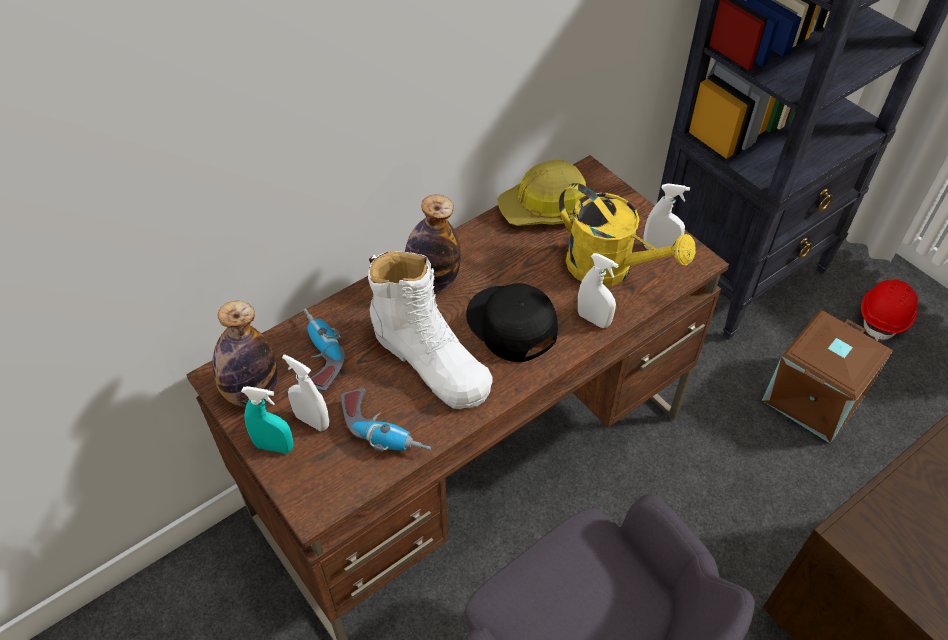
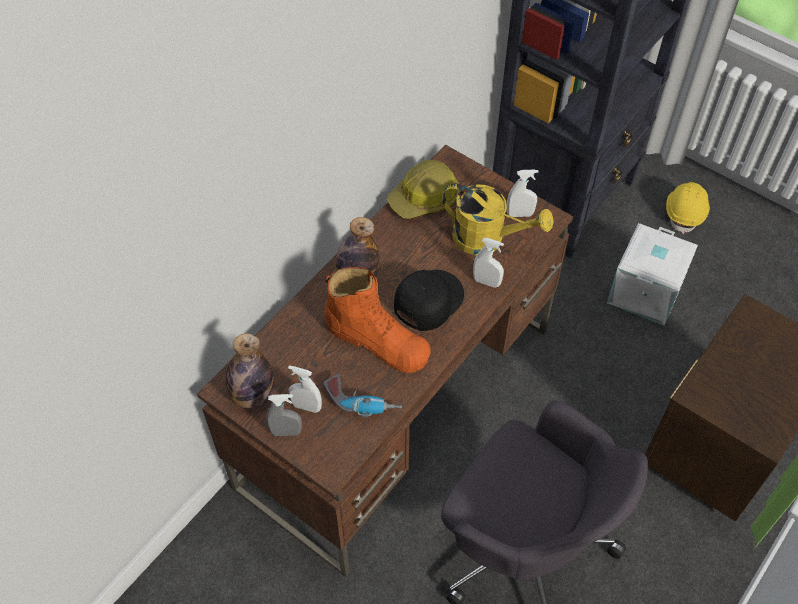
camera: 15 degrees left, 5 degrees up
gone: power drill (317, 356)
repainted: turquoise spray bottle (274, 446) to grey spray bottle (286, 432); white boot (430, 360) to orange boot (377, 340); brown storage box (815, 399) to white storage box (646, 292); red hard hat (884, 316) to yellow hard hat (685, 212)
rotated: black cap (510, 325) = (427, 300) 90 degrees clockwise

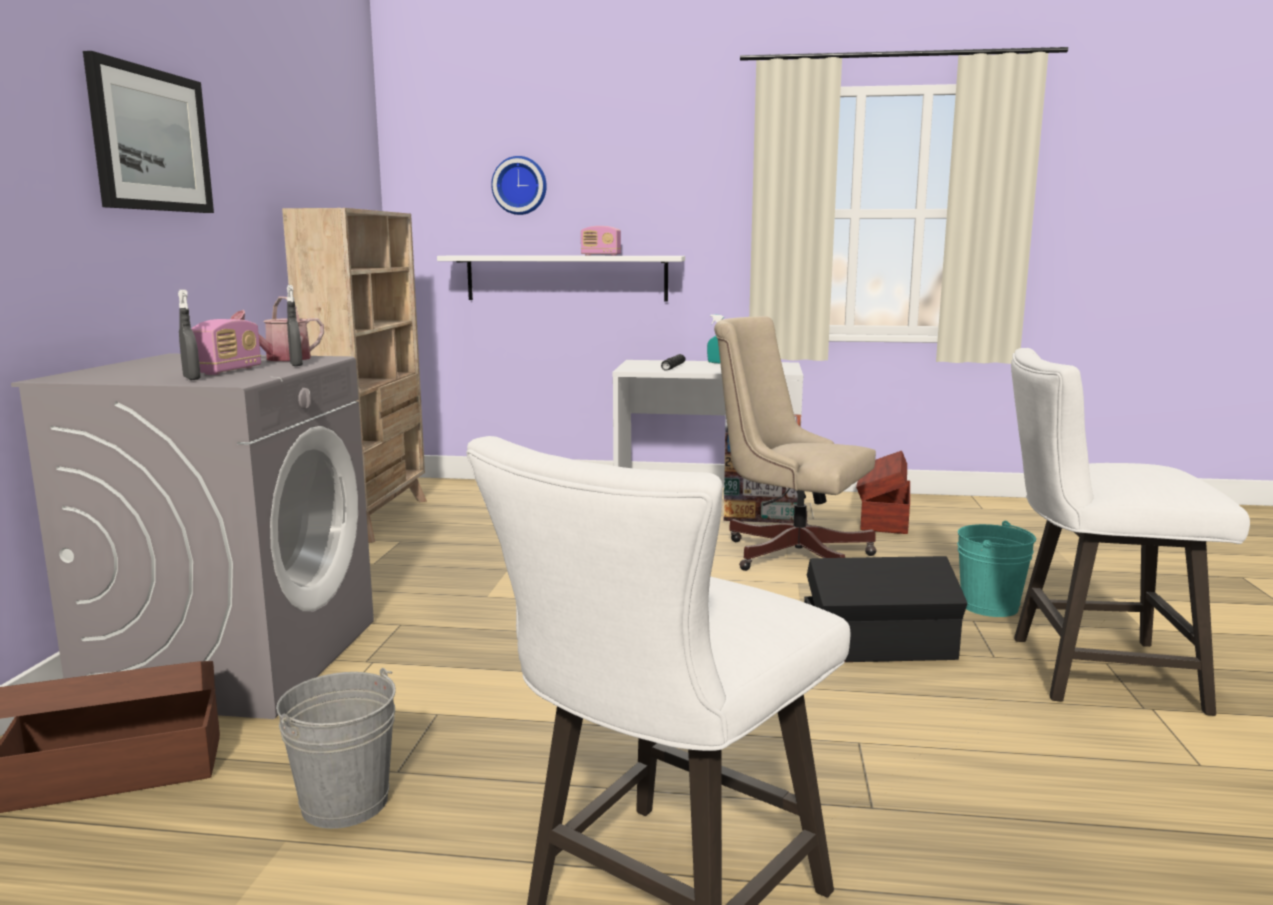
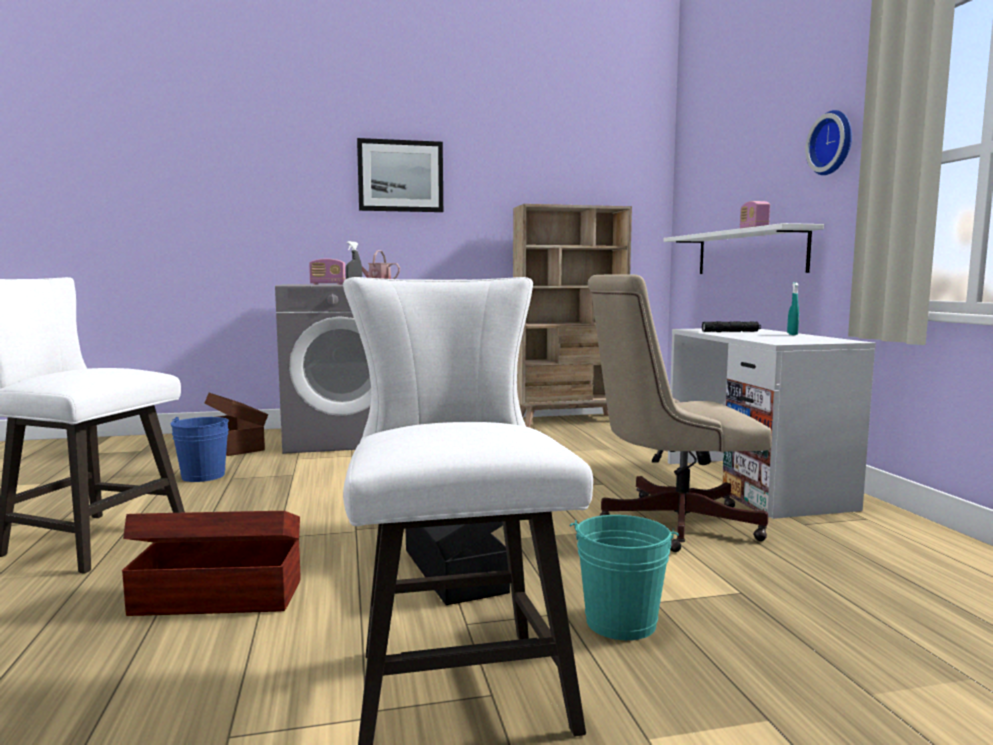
camera: 70 degrees right, 5 degrees down
gone: grey spray bottle (192, 379)
shifted: wall clock (520, 185) to (833, 143); brown storage box (883, 518) to (217, 596)
repainted: grey bucket (344, 803) to blue bucket (203, 476)
rotated: beige office chair (788, 553) = (668, 522) 105 degrees counterclockwise

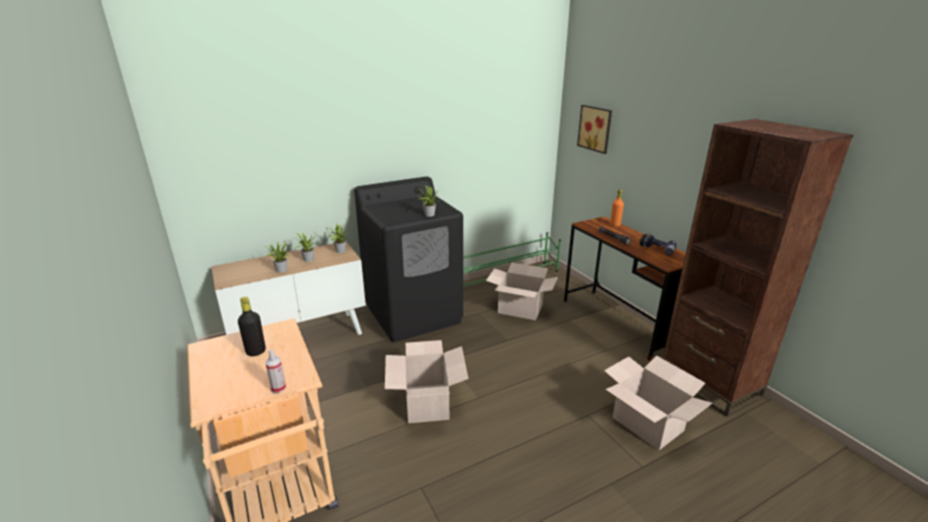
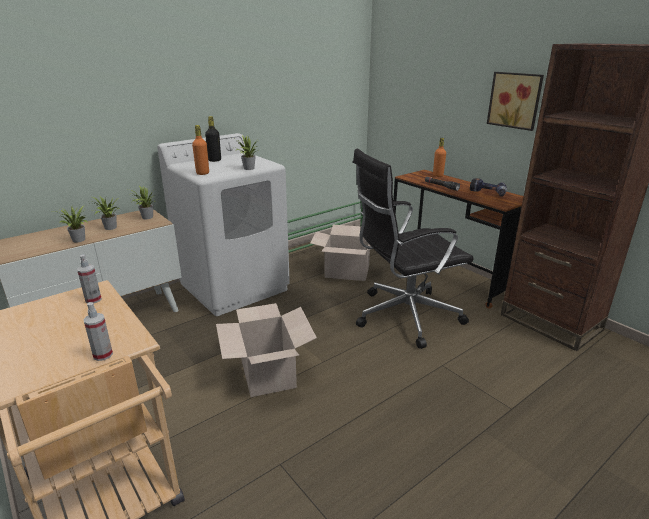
camera: 10 degrees left, 0 degrees up
gone: cardboard box (648, 424)
new: spray bottle (93, 300); orange bottle (202, 173); black office chair (404, 316)
shifted: black bottle (256, 351) to (215, 160); picture (596, 128) to (515, 100)
repainted: black washing machine (414, 314) to white washing machine (234, 286)

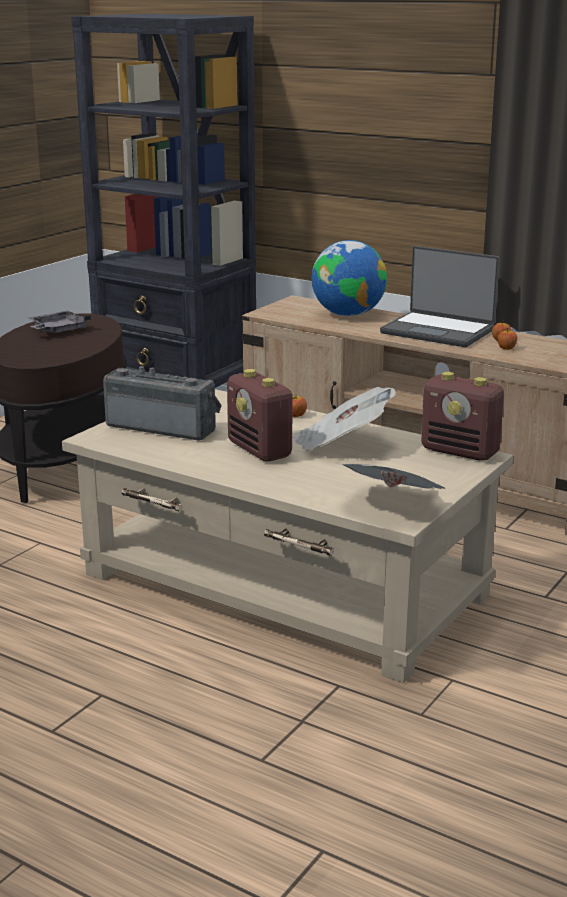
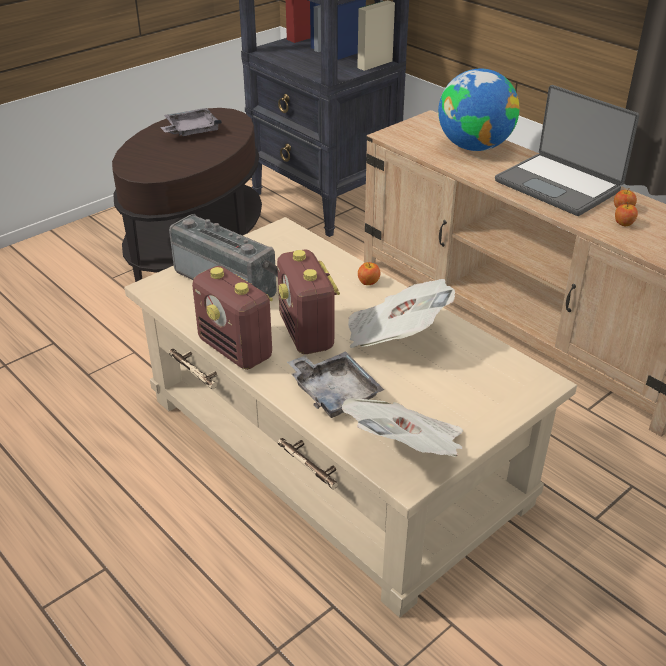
camera: 15 degrees right, 15 degrees up
new: grey tray (334, 392)
shifted: radio (460, 452) to (236, 350)

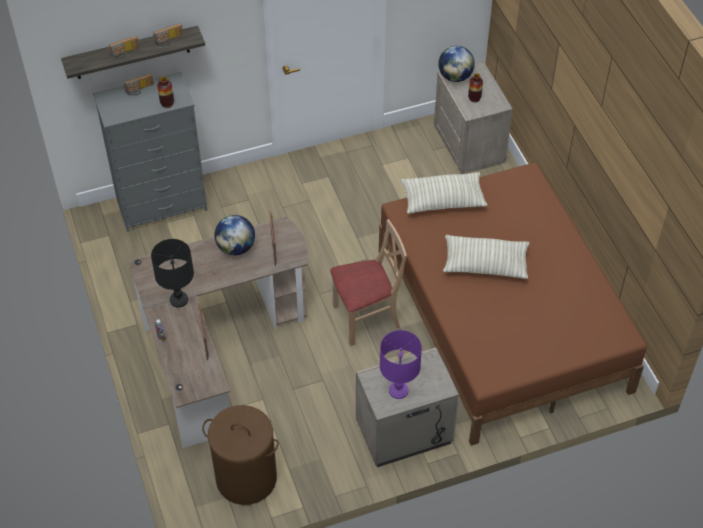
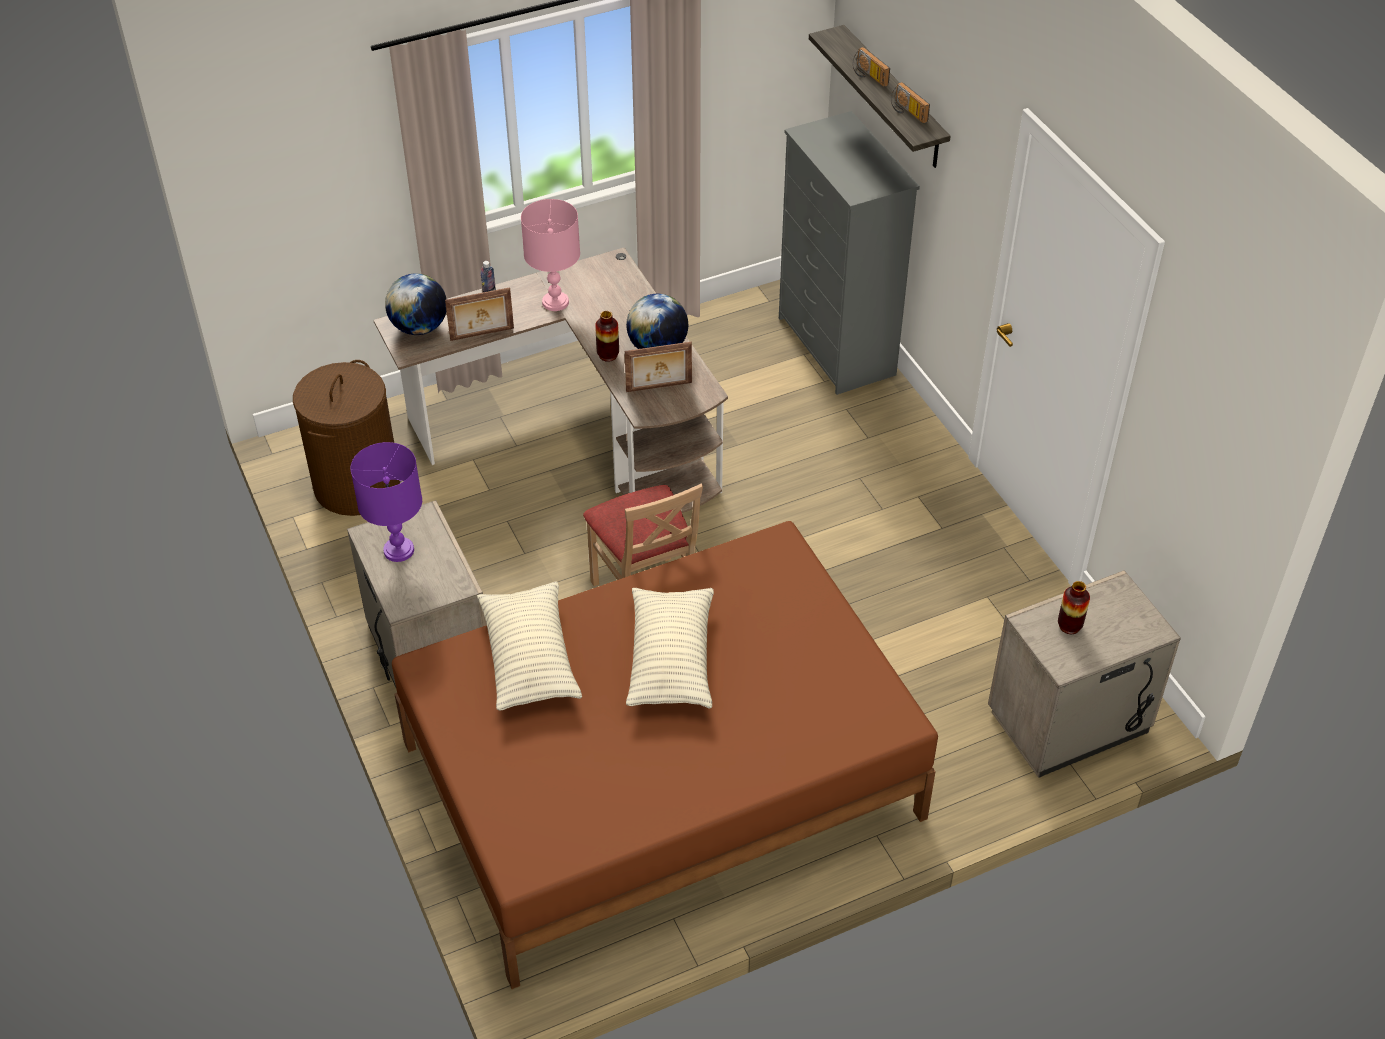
camera: 85 degrees right, 5 degrees down
gone: radio (140, 90)
shifted: vase (167, 103) to (608, 355); pillow (442, 200) to (529, 658); globe (455, 77) to (419, 327)
repainted: black table lamp (178, 300) to pink table lamp (555, 302)

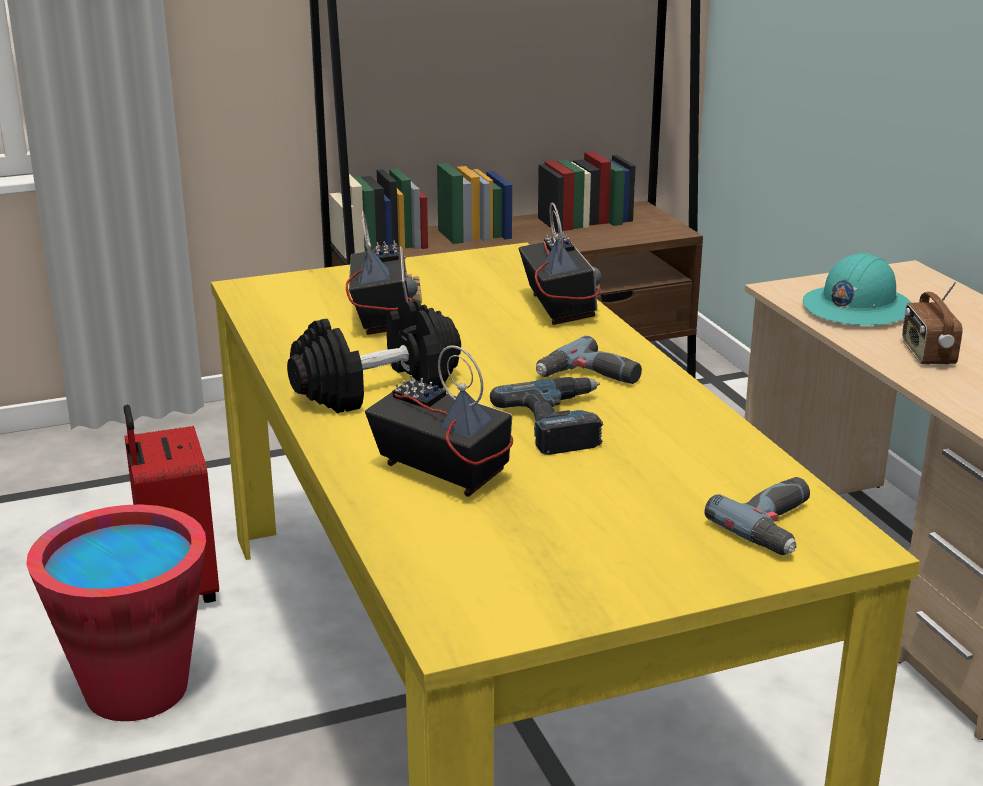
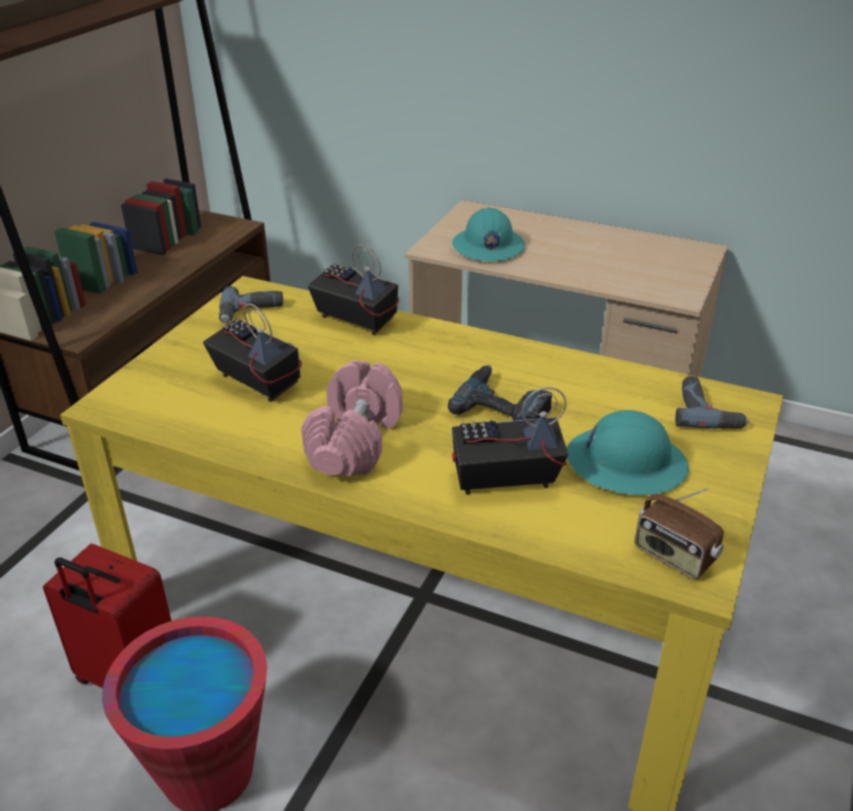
camera: 45 degrees left, 10 degrees up
new: turquoise hard hat (626, 463)
shifted: power drill (589, 377) to (251, 312); radio (926, 354) to (673, 556)
repainted: black dumbbell (377, 388) to pink dumbbell (354, 440)

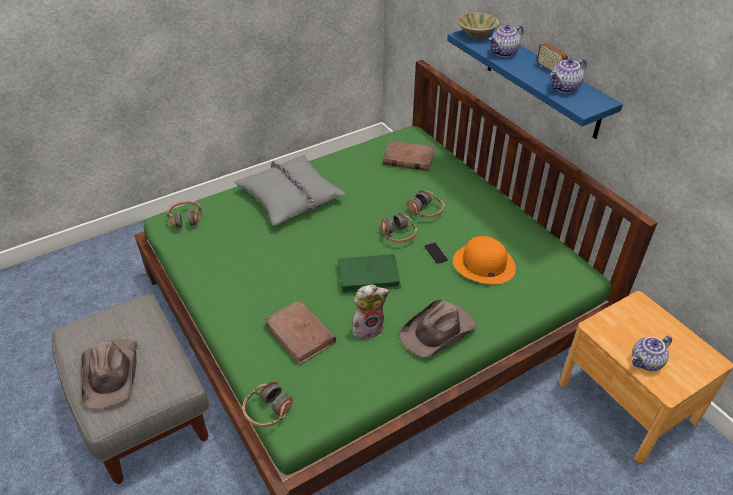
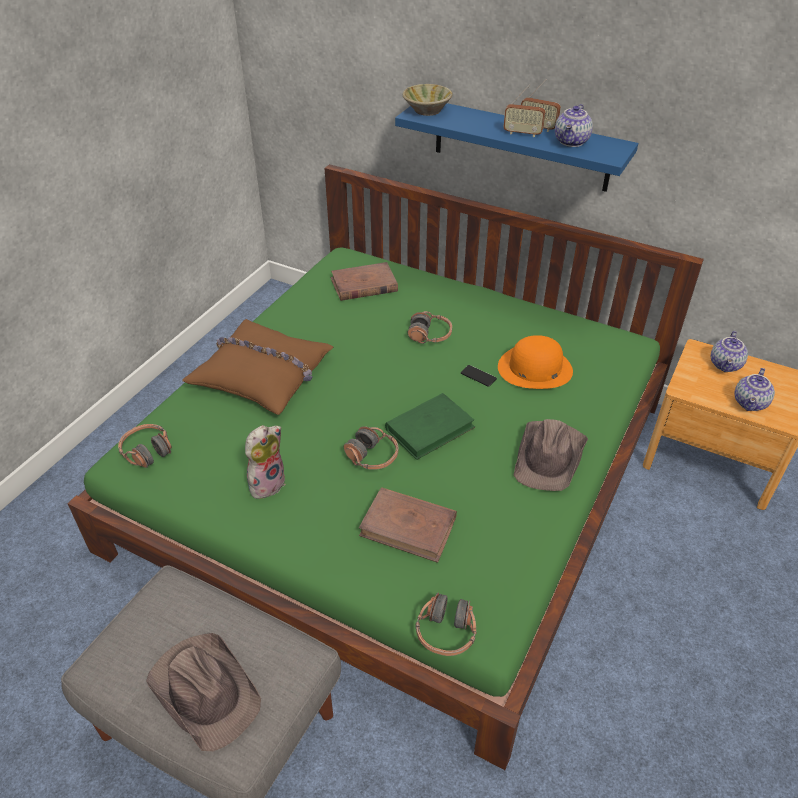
camera: 30 degrees left, 0 degrees up
new: radio (522, 133)
shifted: plush toy (368, 328) to (267, 483); headphones (398, 235) to (372, 456); teapot (504, 53) to (726, 365)
repainted: grey pillow (291, 197) to brown pillow (263, 375)

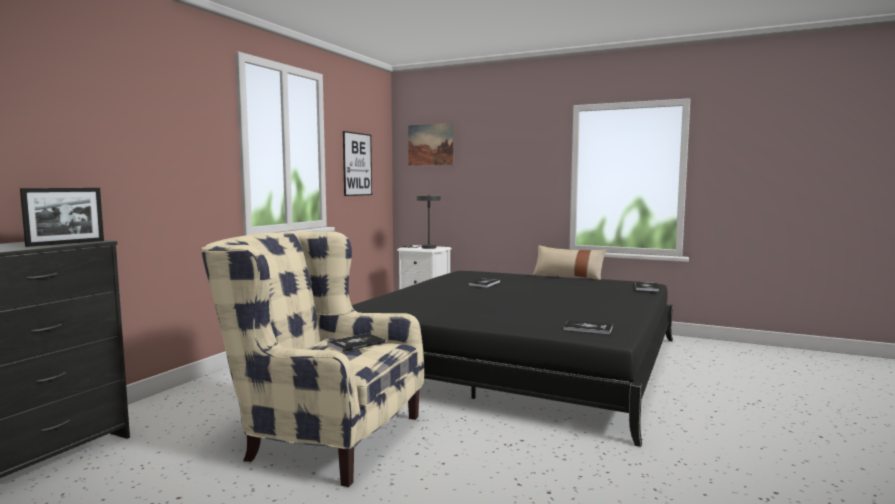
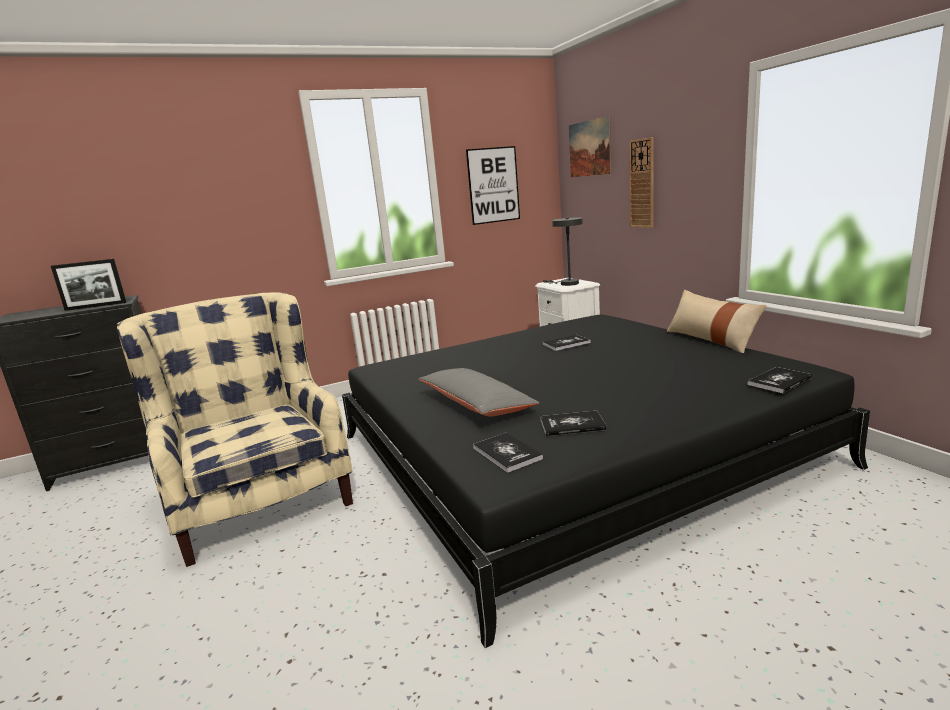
camera: 40 degrees right, 10 degrees up
new: grey pillow (476, 404); wall clock (642, 184)
shifted: book (356, 344) to (572, 425)

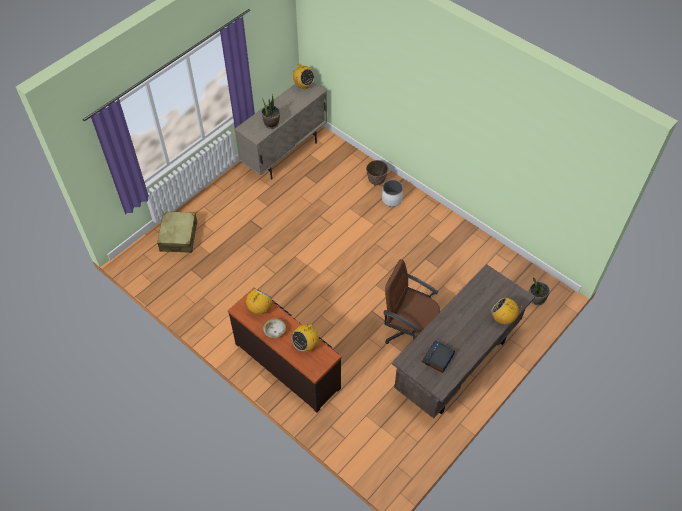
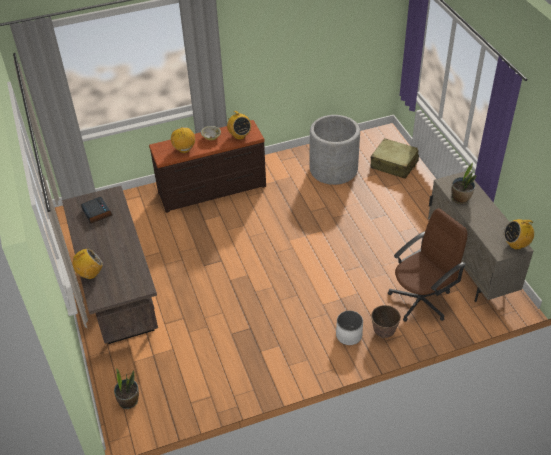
camera: 120 degrees right, 10 degrees down
new: grey planter (333, 169)
shifted: brown office chair (409, 330) to (421, 300)

